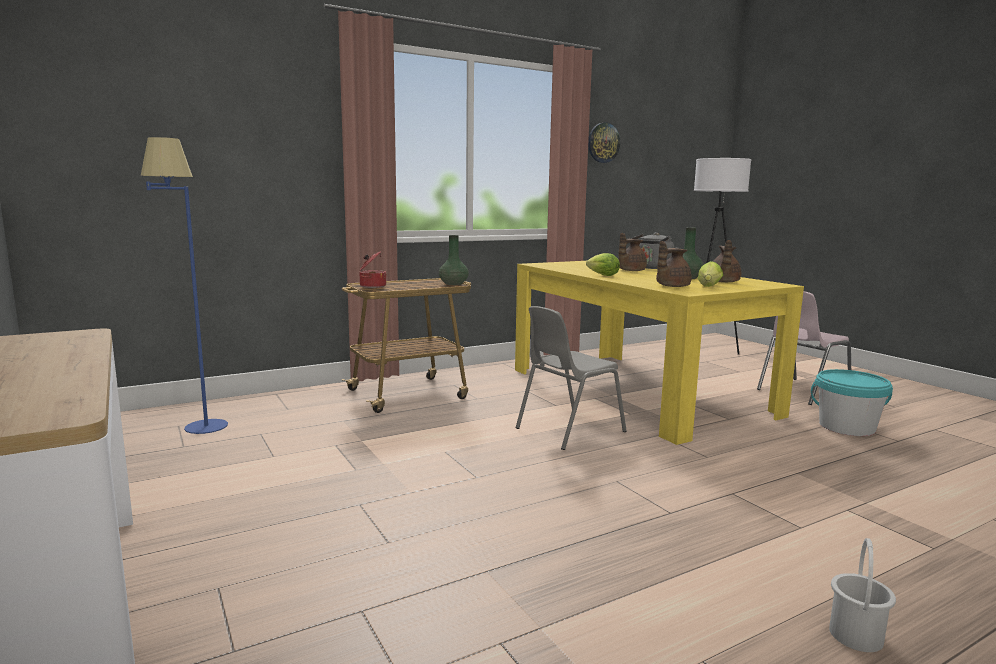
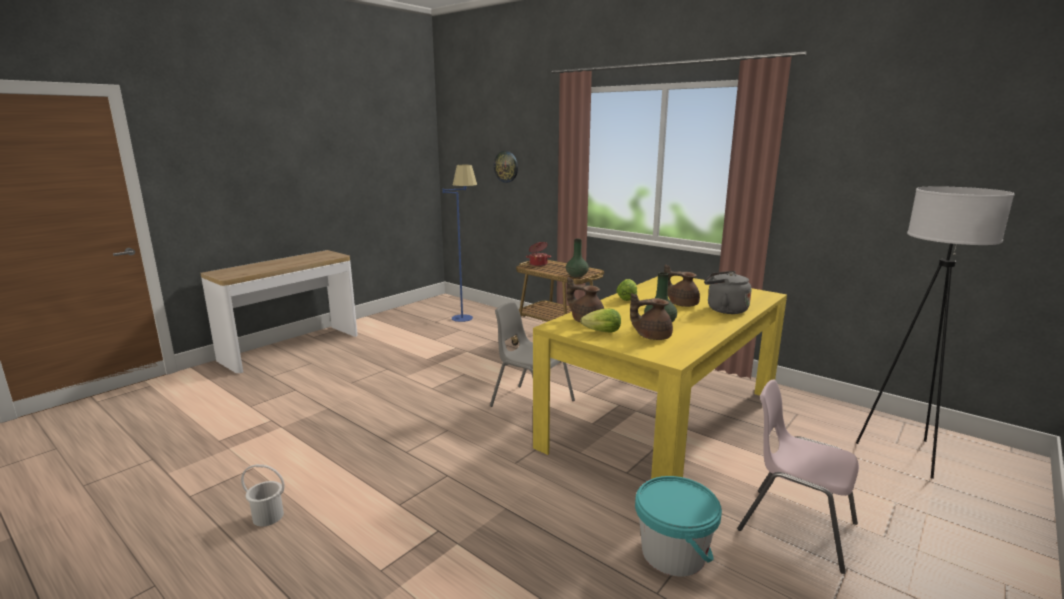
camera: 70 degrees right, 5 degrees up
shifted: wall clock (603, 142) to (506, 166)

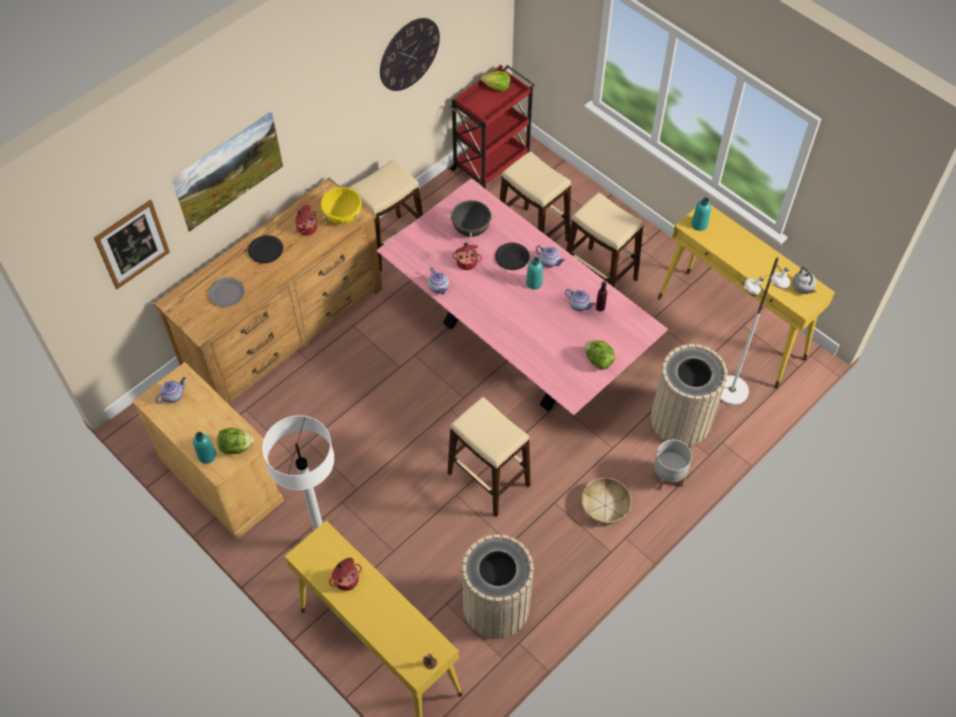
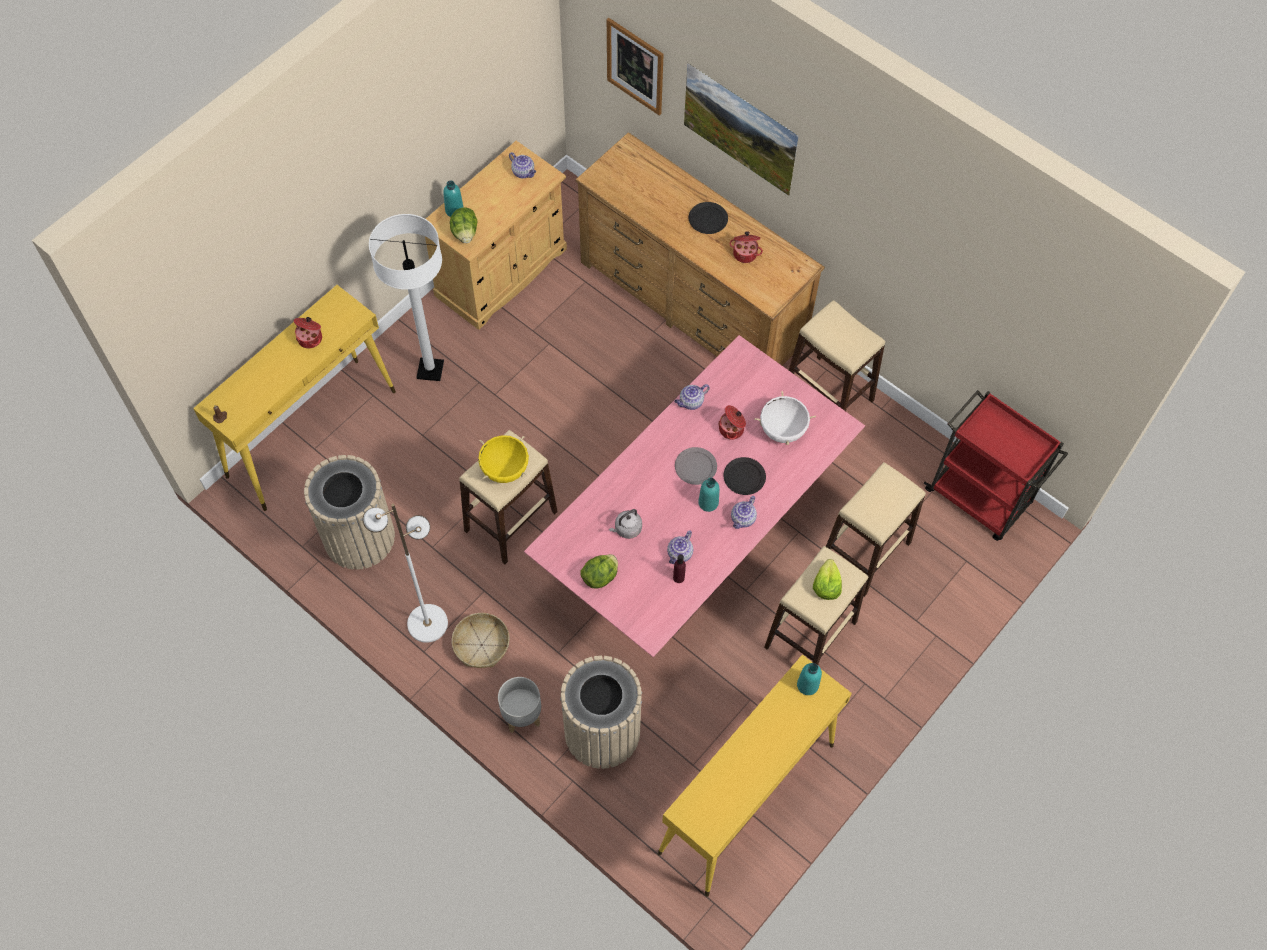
camera: 85 degrees right, 5 degrees up
gone: wall clock (409, 54)
shifted: grey plate (227, 293) to (695, 467); yellow cooking pot (343, 217) to (505, 470); lettuce (497, 87) to (826, 586); white floor lamp (731, 391) to (427, 623); grey kettle (803, 288) to (626, 529)
repainted: black cooking pot (471, 229) to white cooking pot (782, 430)

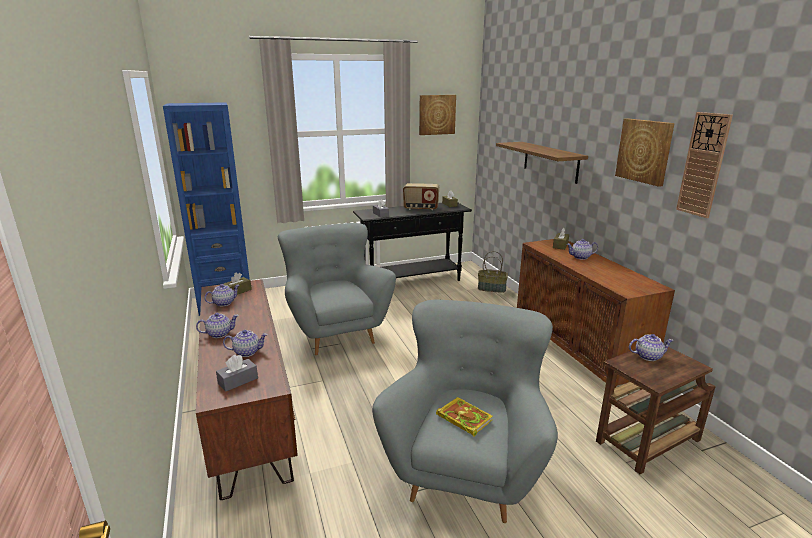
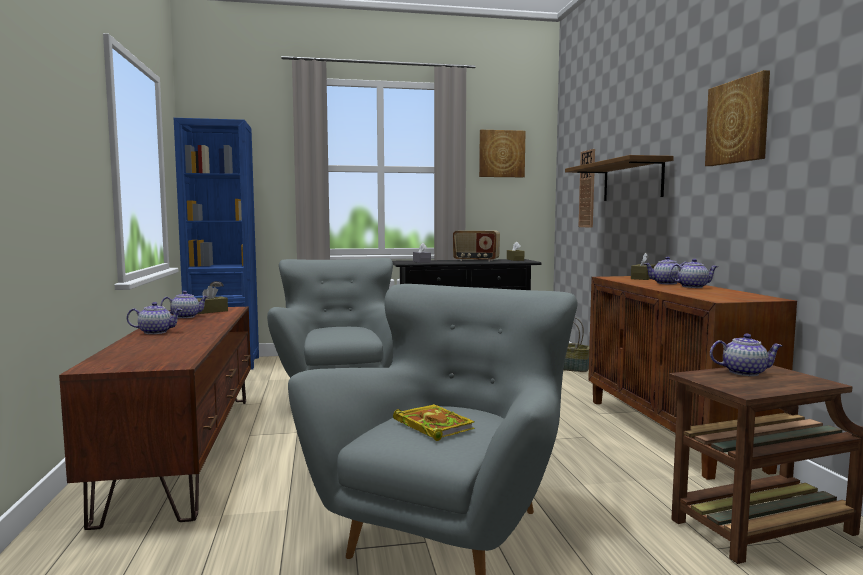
camera: 10 degrees right, 15 degrees down
gone: grey tissue box (238, 381)
shifted: teapot (247, 352) to (692, 287); wall clock (703, 165) to (587, 189)

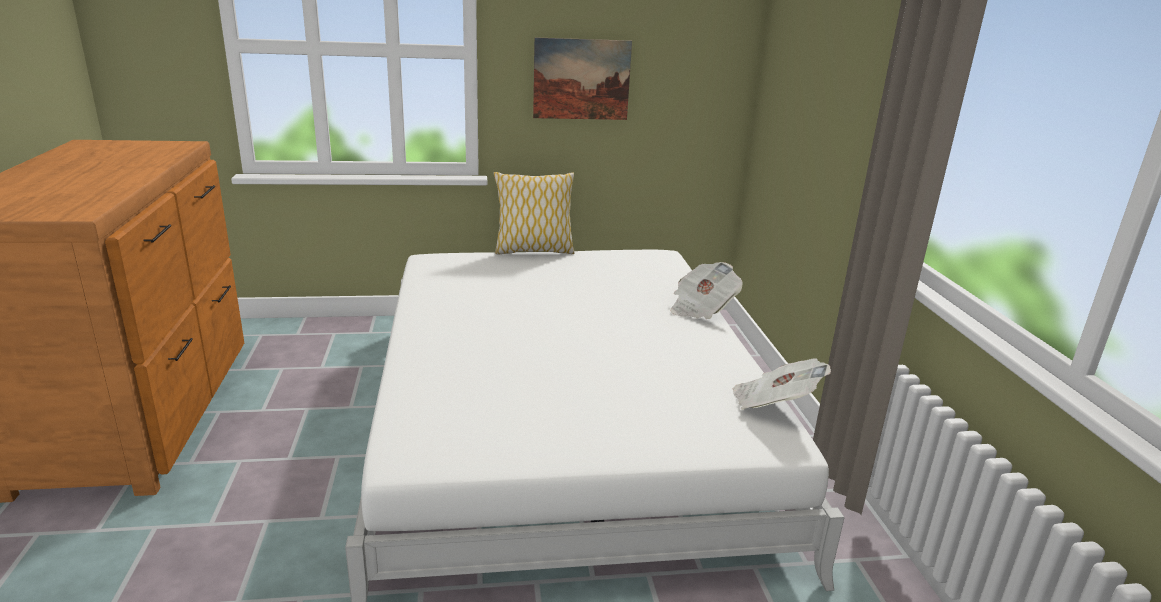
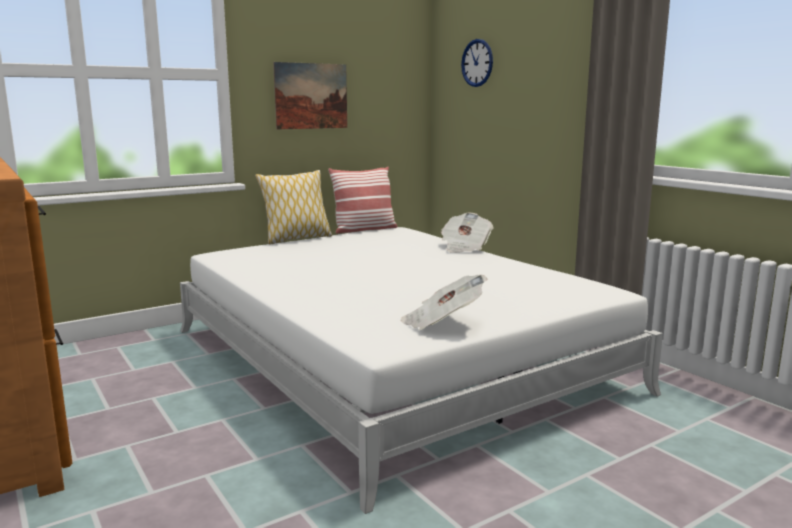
camera: 25 degrees left, 10 degrees down
new: pillow (364, 229); wall clock (477, 63)
shifted: newspaper (774, 404) to (442, 323)

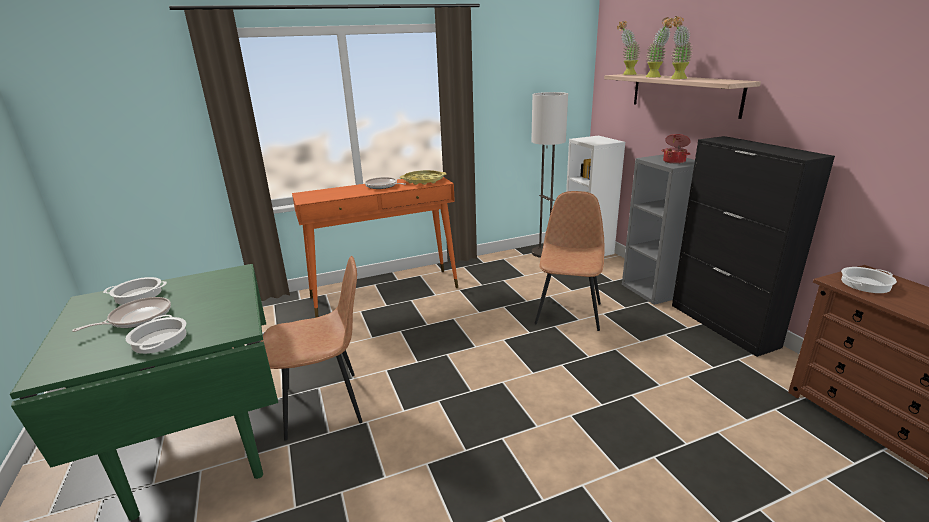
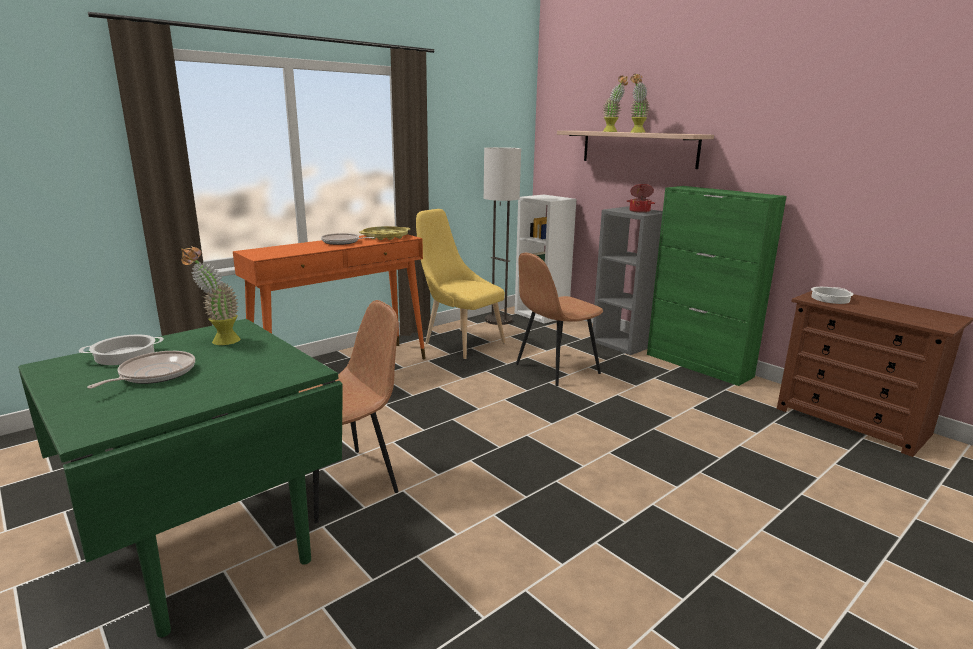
camera: 20 degrees left, 5 degrees down
gone: cooking pot (159, 340)
new: yellow chair (460, 342)
shifted: potted plant (625, 74) to (218, 341)
repainted: black cabinet (723, 325) to green cabinet (698, 365)
rotated: brown chair (568, 312) = (555, 369) 120 degrees counterclockwise

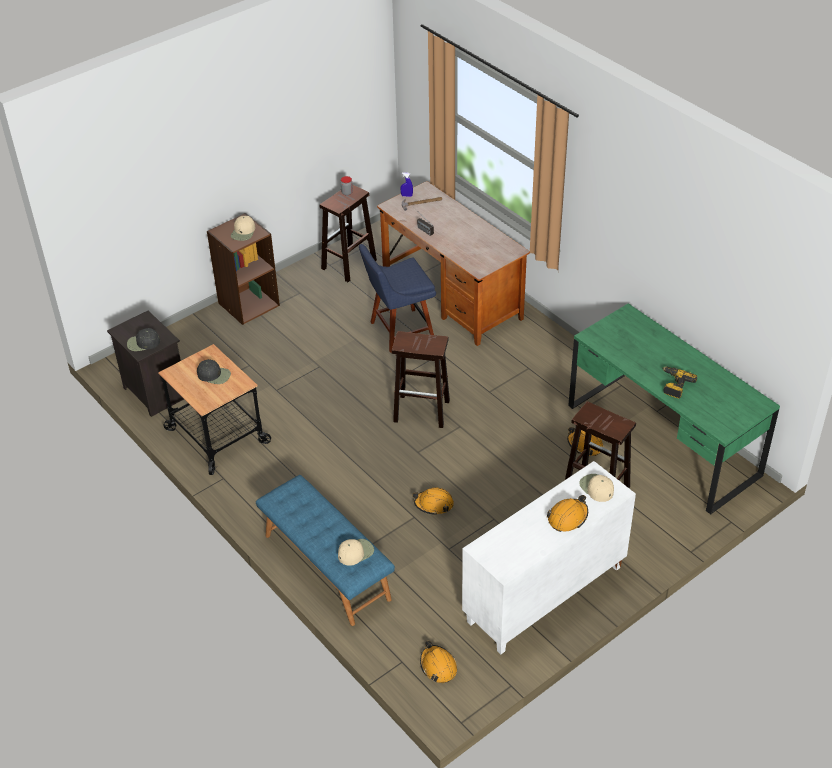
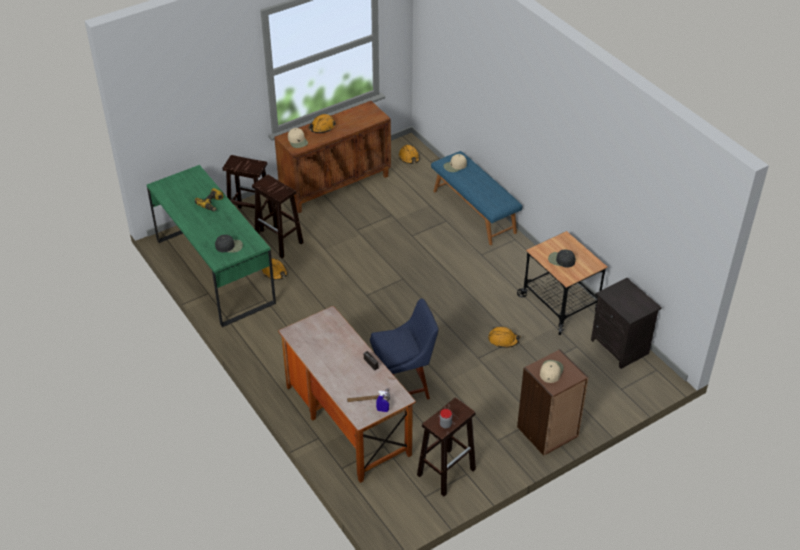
camera: 175 degrees left, 0 degrees up
shifted: black cap (143, 343) to (229, 246); brown stool (422, 411) to (250, 218); orange hard hat (433, 504) to (503, 340)
repainted: white cabinet (544, 595) to brown cabinet (336, 185)

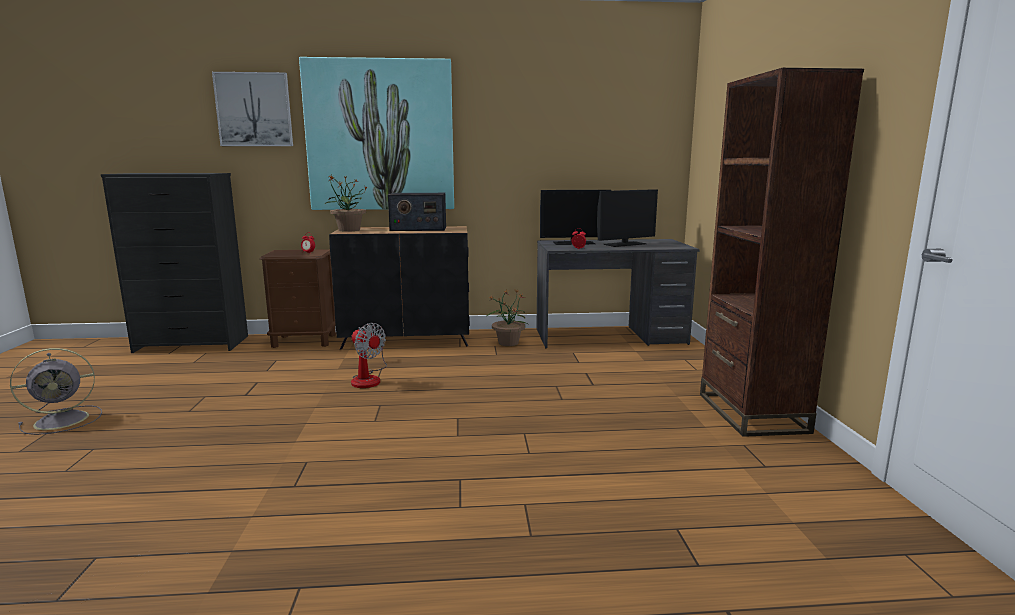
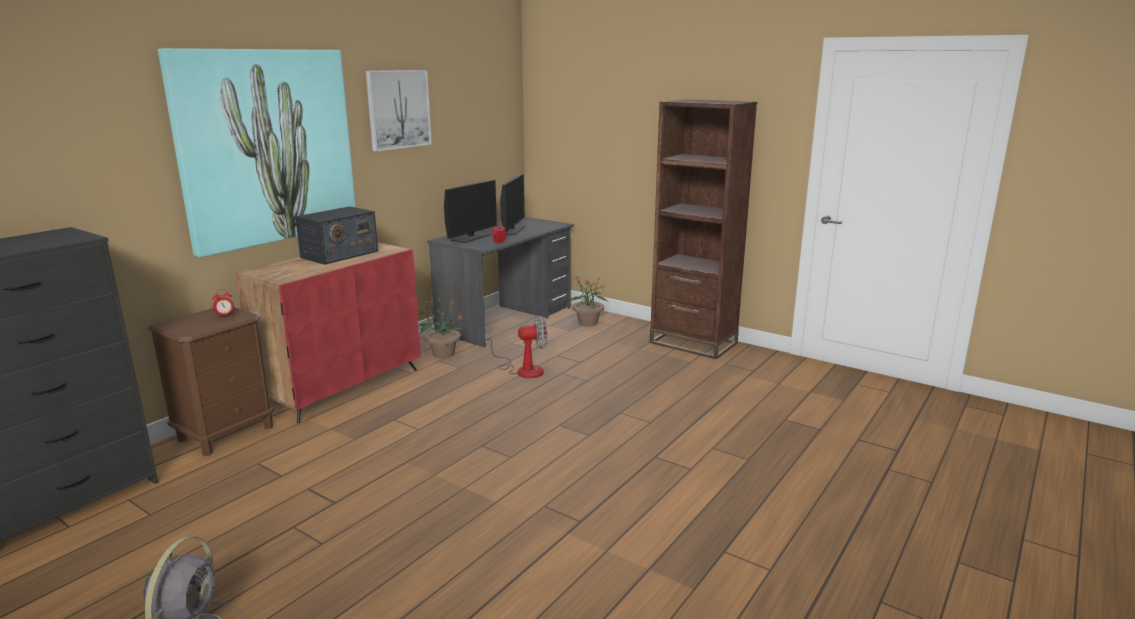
camera: 50 degrees left, 5 degrees up
shifted: picture (254, 110) to (398, 109); potted plant (348, 230) to (588, 323); fan (368, 378) to (523, 370)
repainted: black cabinet (407, 340) to red cabinet (343, 386)

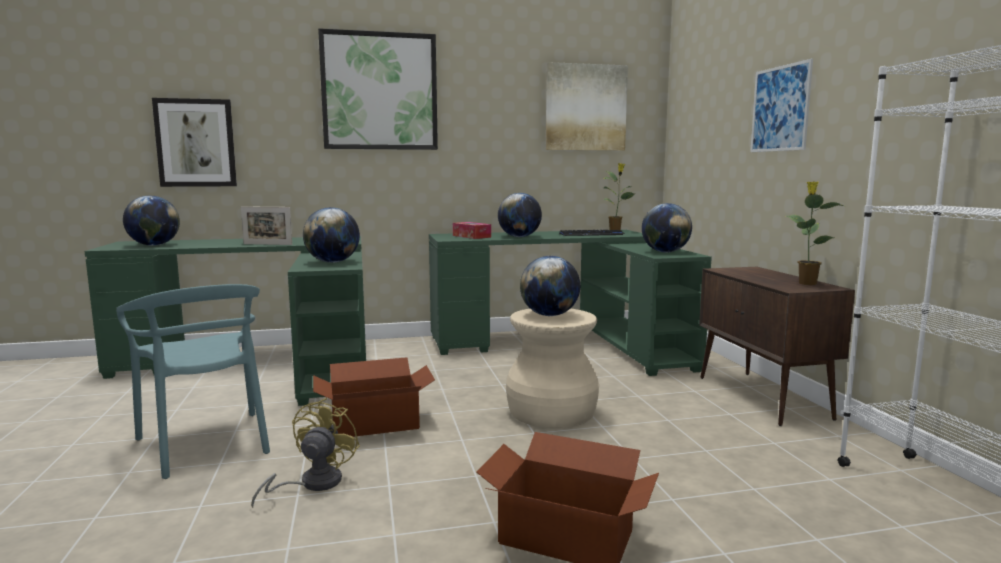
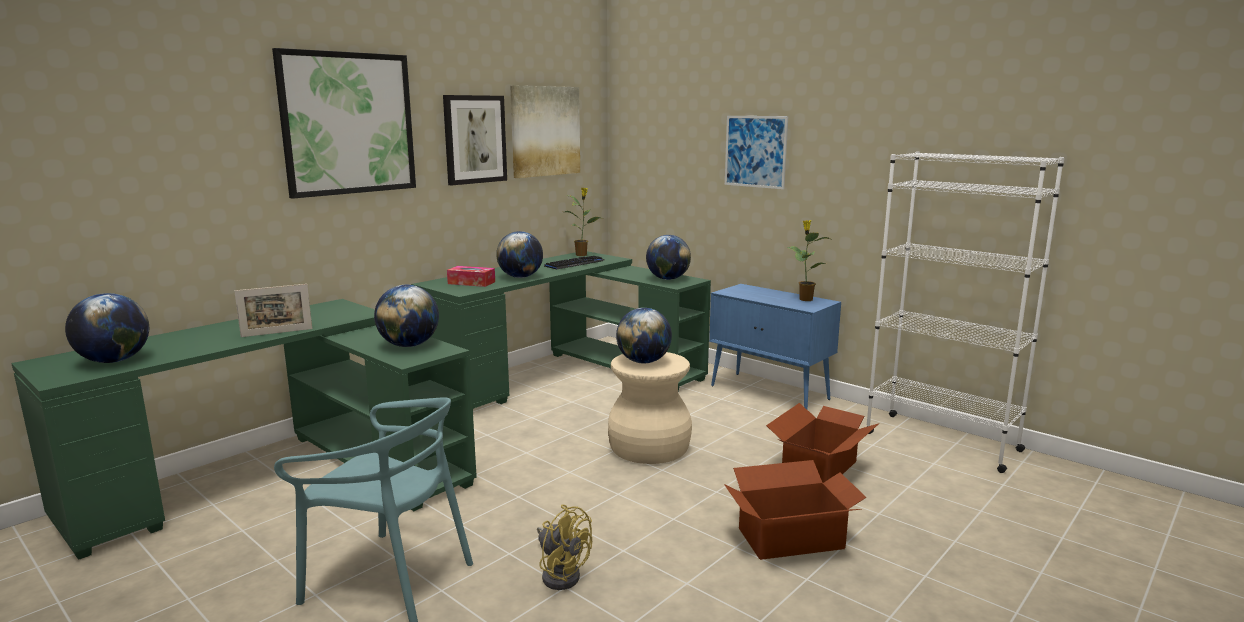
camera: 35 degrees left, 5 degrees up
shifted: picture (196, 143) to (474, 139); cardboard box (376, 424) to (820, 468)
repainted: brown cabinet (763, 398) to blue cabinet (770, 393)
rotated: yellow fan (312, 484) = (561, 573) 150 degrees clockwise

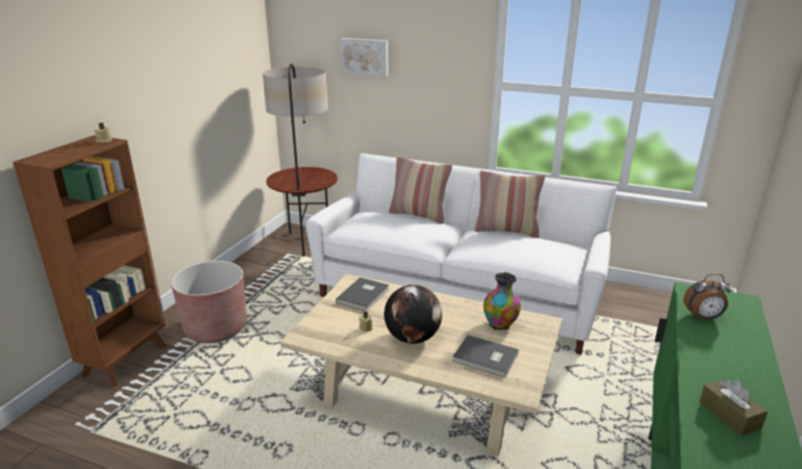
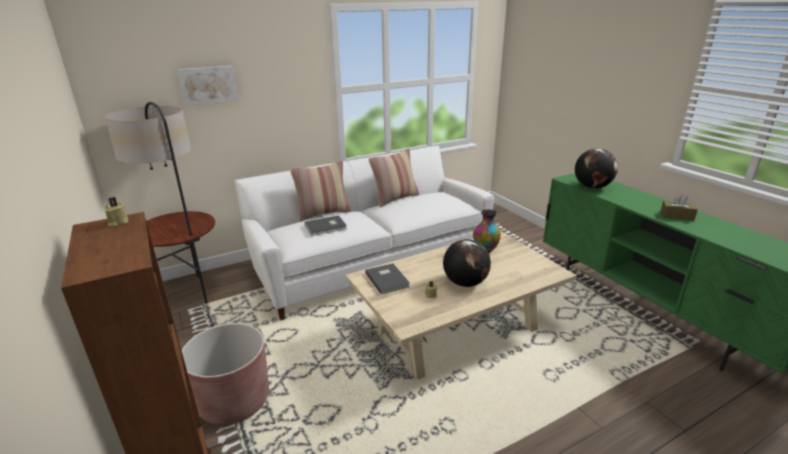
camera: 50 degrees left, 0 degrees up
shifted: grey book (486, 358) to (326, 227)
swapped: alarm clock (703, 318) to globe (592, 187)

